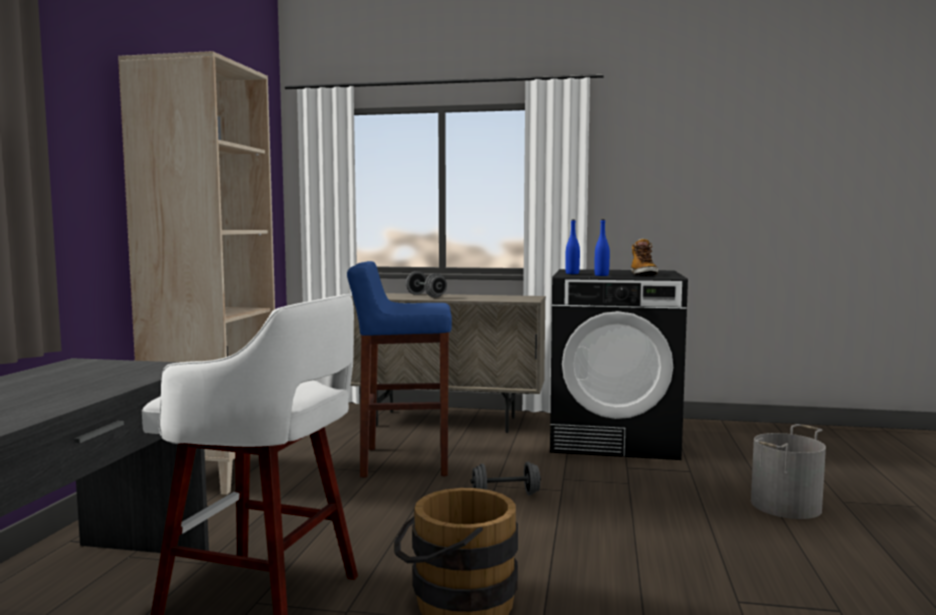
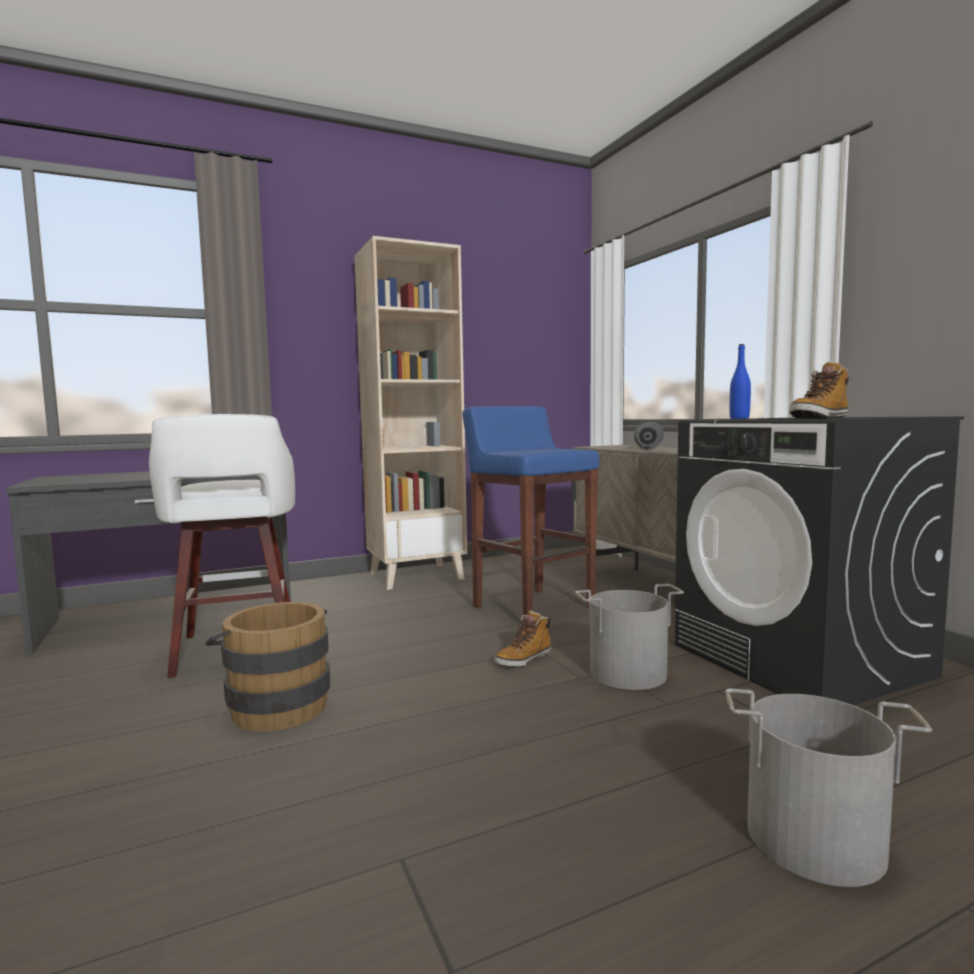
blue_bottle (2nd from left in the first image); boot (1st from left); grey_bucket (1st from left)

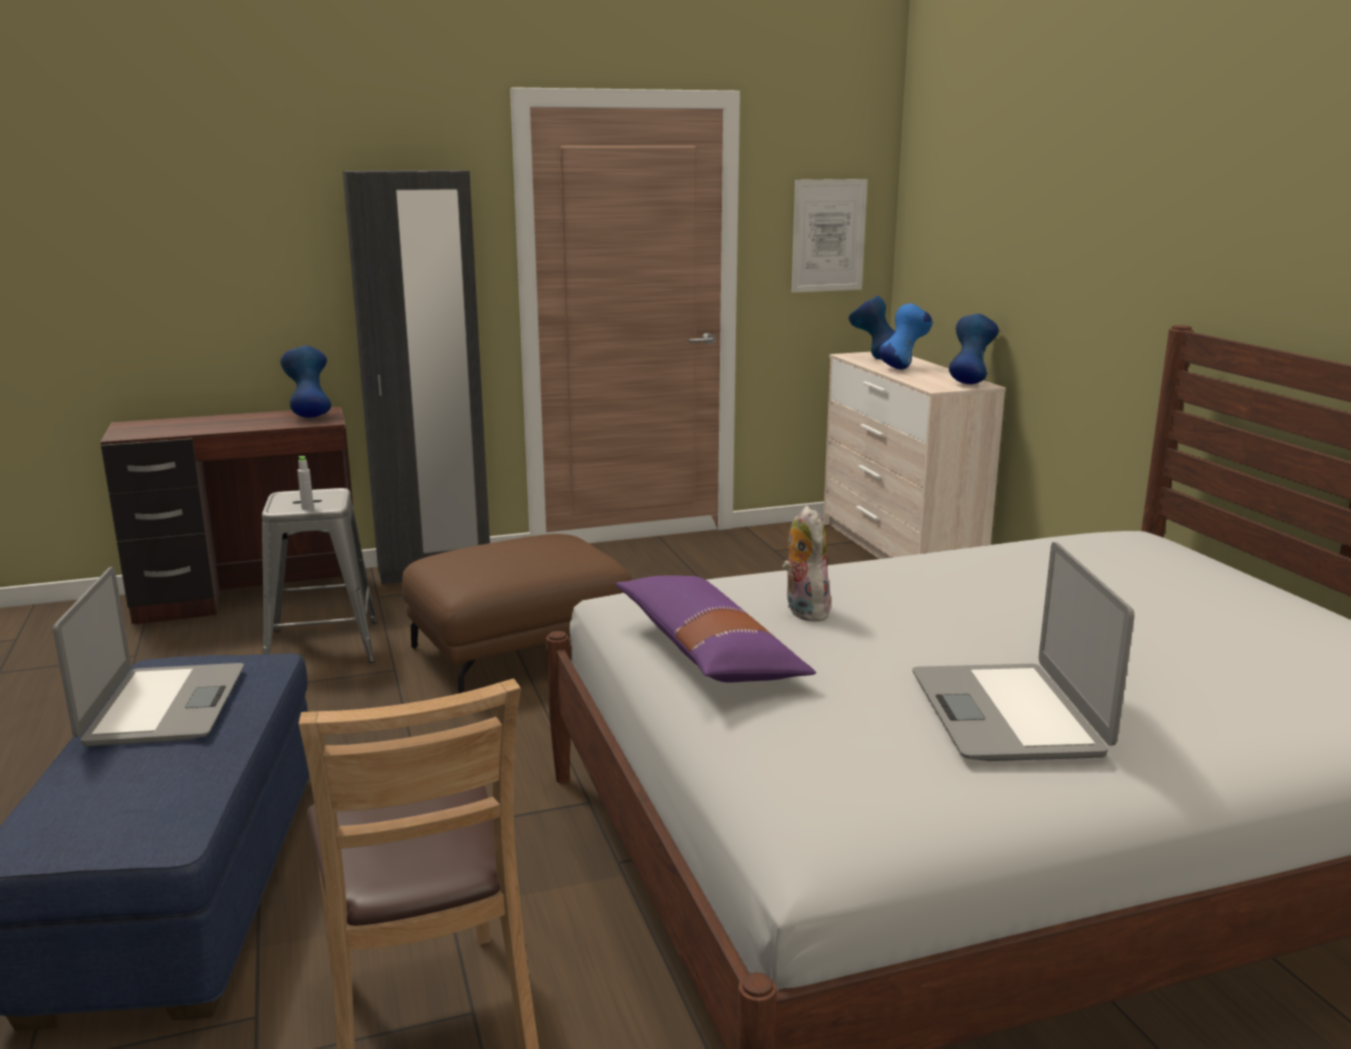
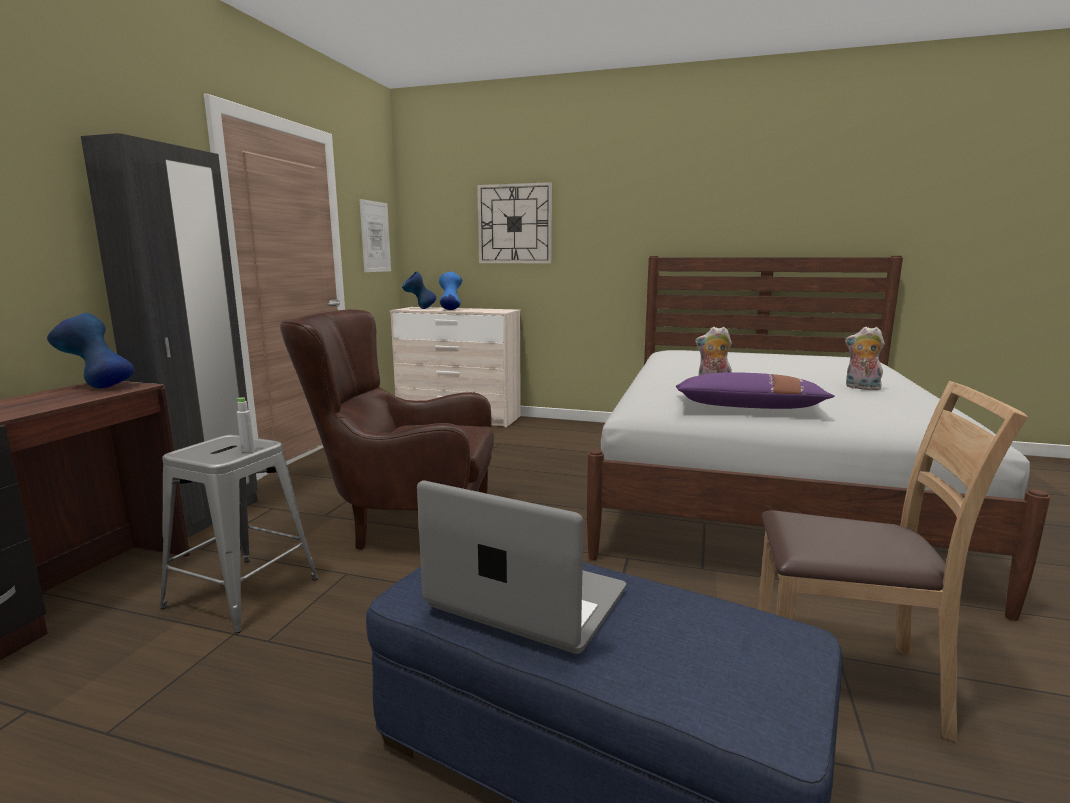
blue_vase (4th from left in the first image); brown_armchair; plush_toy (2nd from left); wall_clock

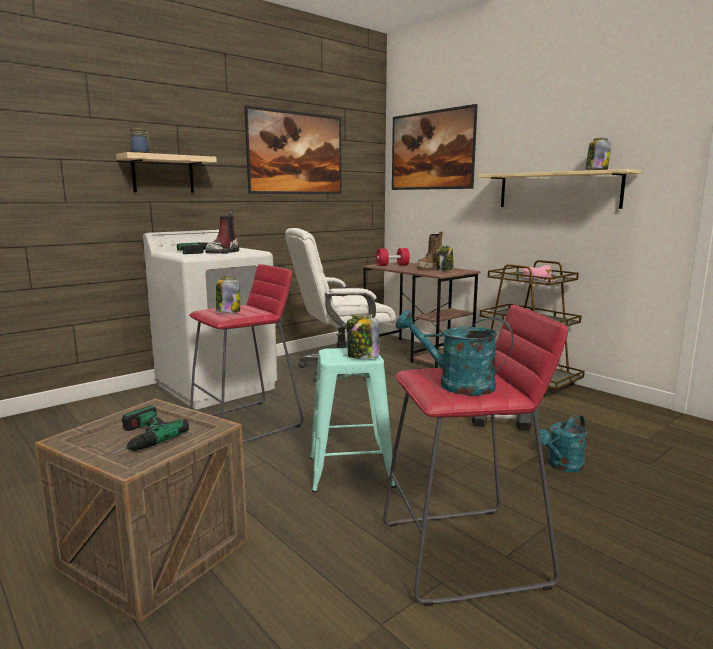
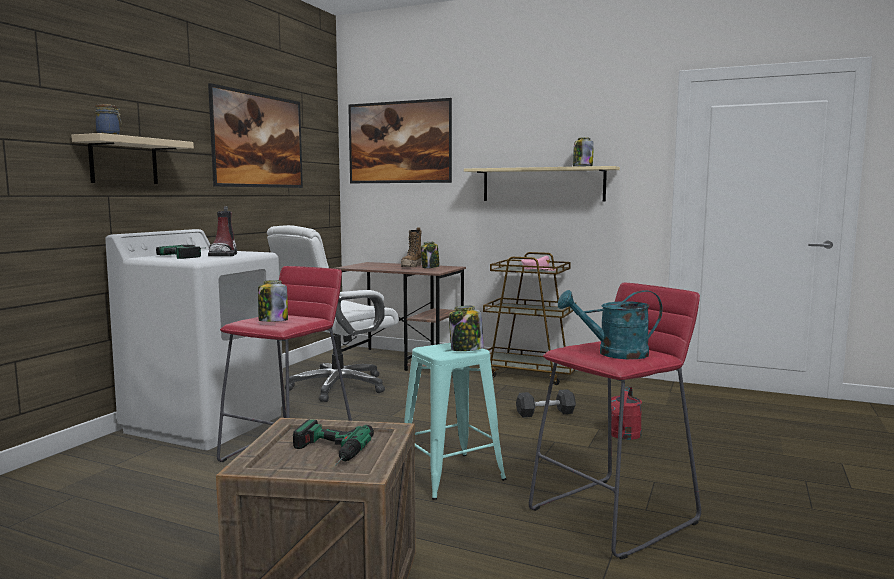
red_dumbbell; red_watering_can

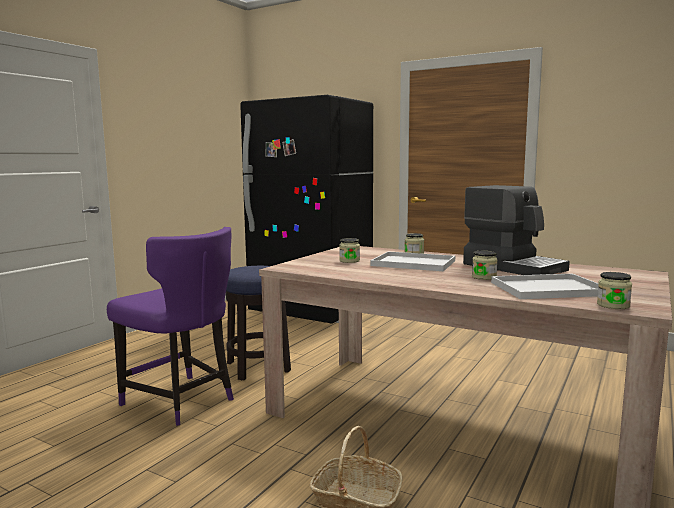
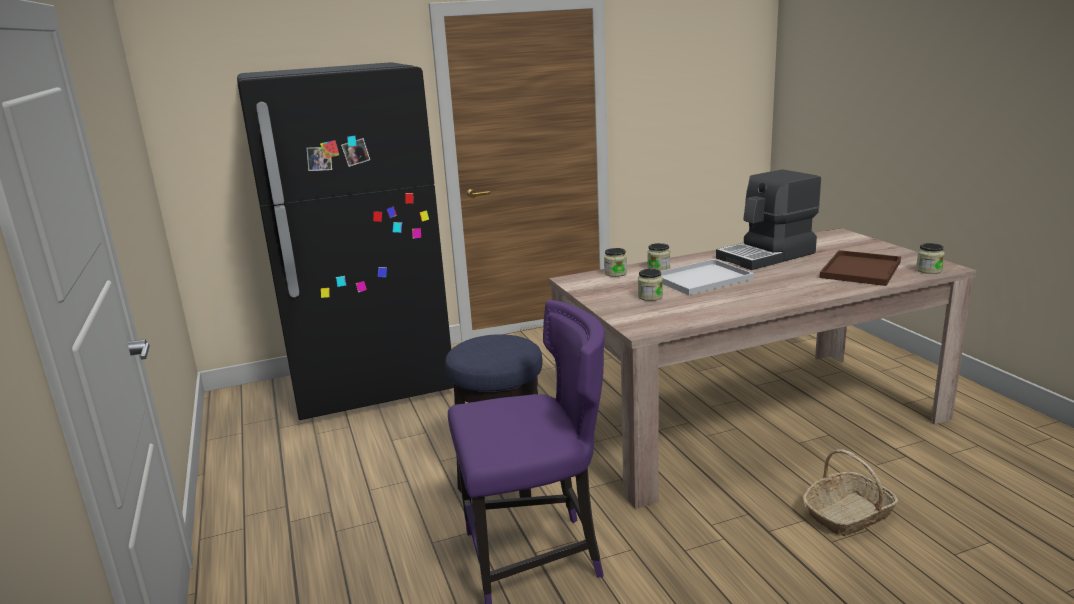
coffee_machine; jar (1st from left); brown_tray

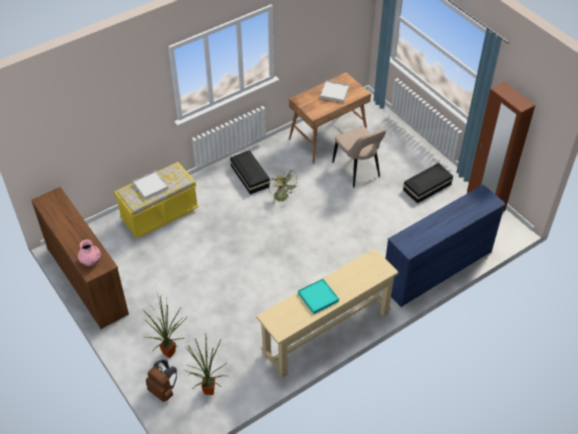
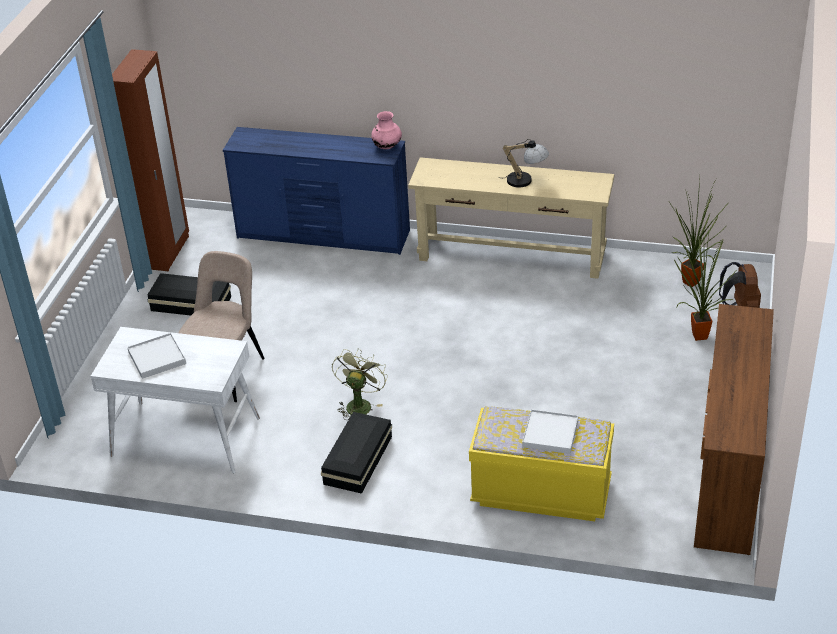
white_desk; pink_vase; table_lamp

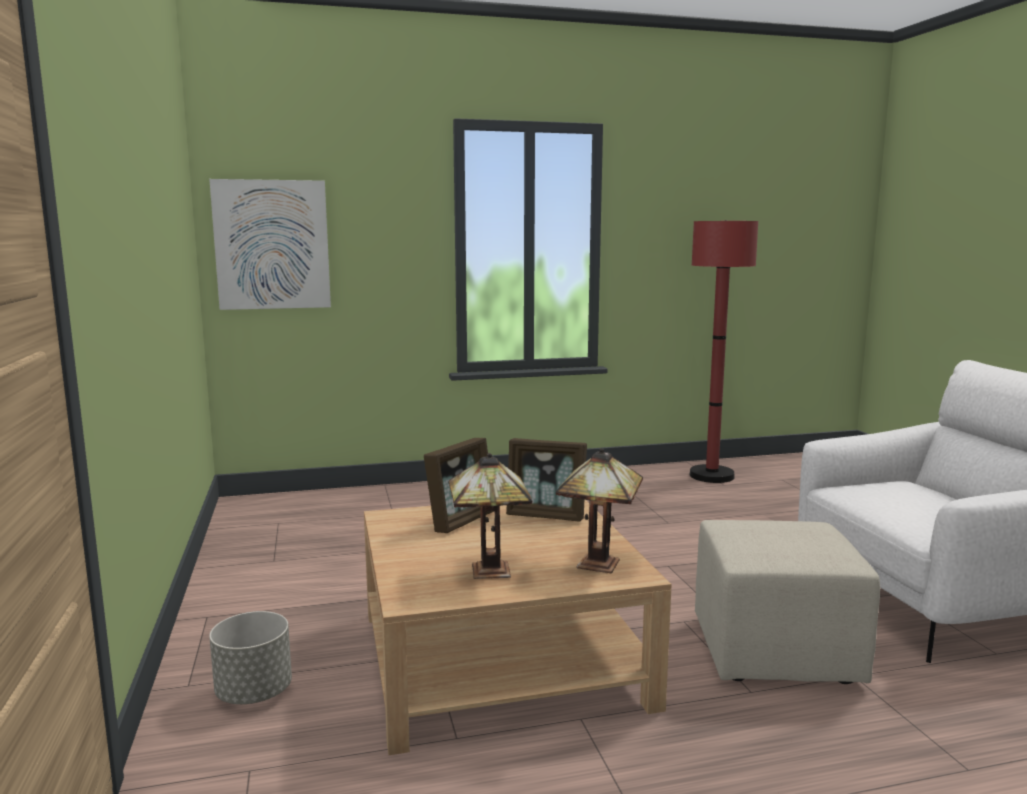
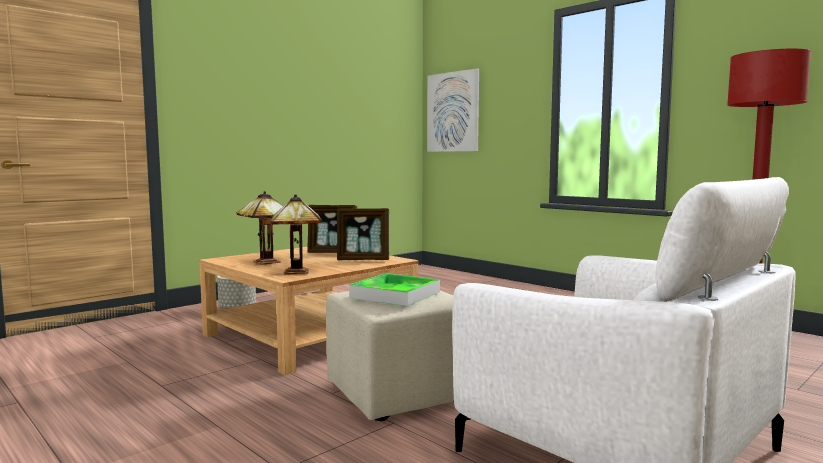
picture_frame (2nd from left); tray

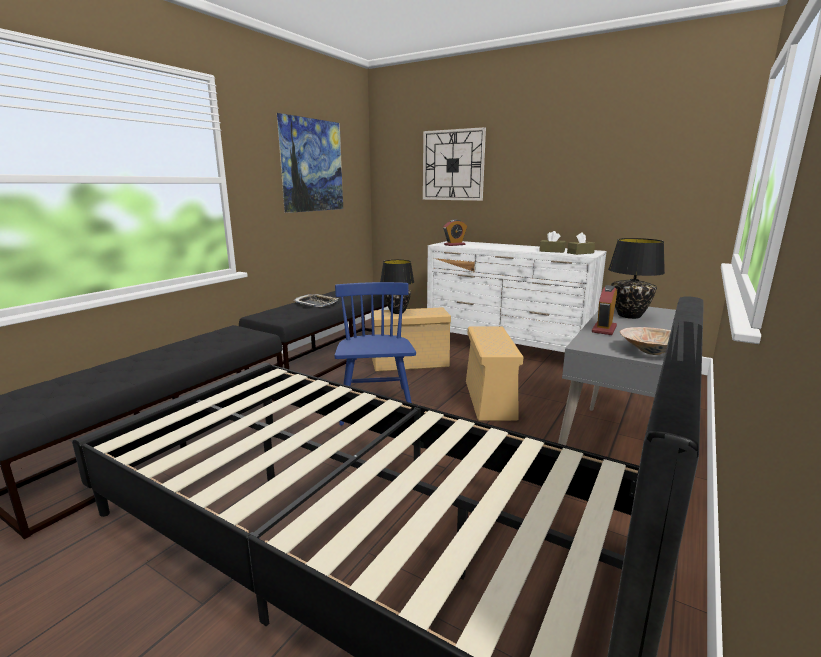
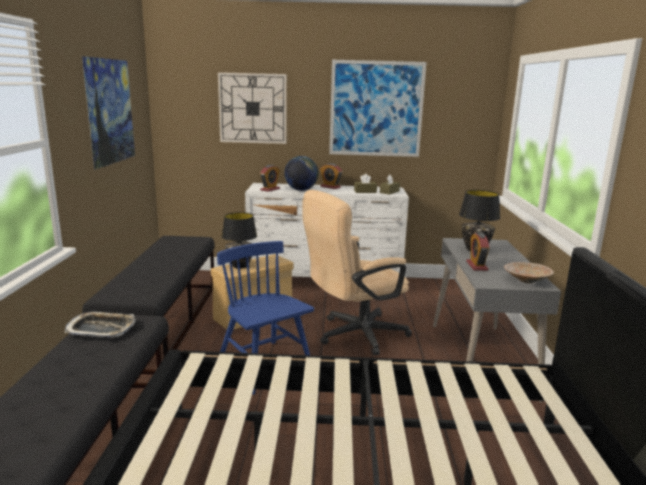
tray; beige_office_chair; picture (2nd from left); globe; alarm_clock (2nd from left)

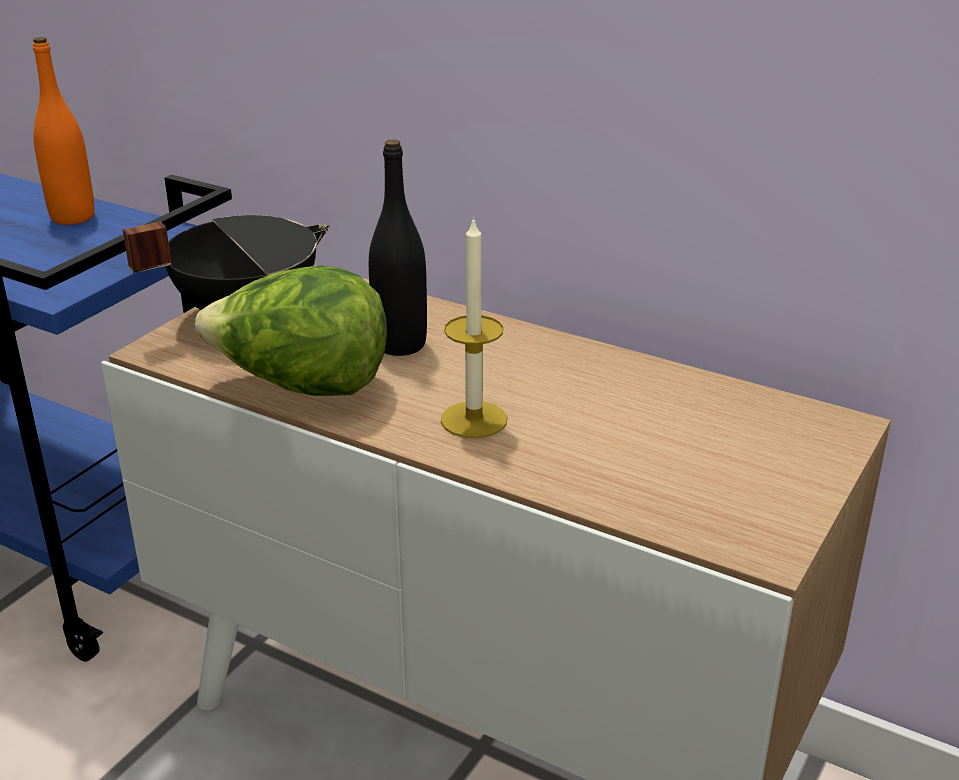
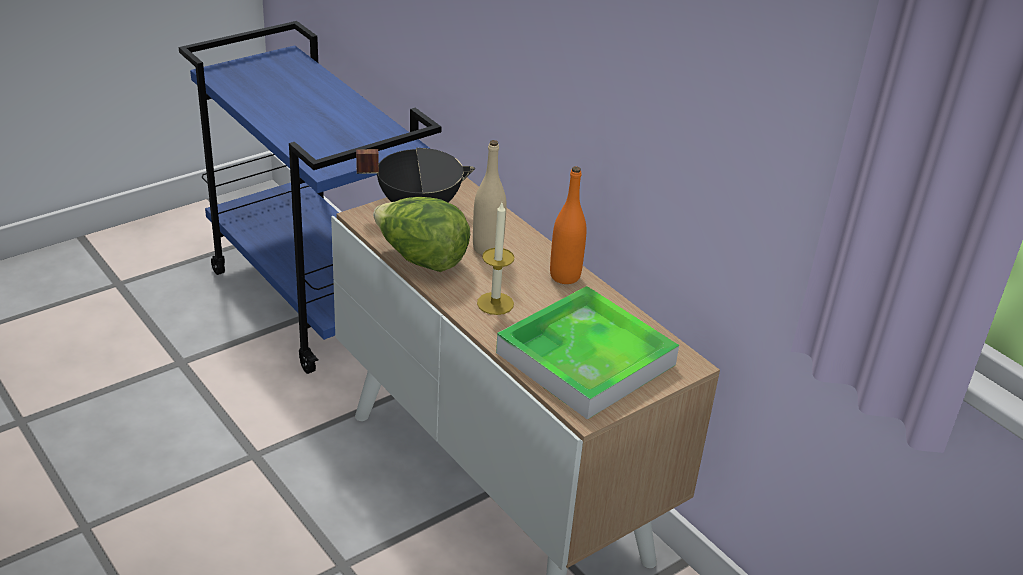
orange_bottle; beige_bottle; tray

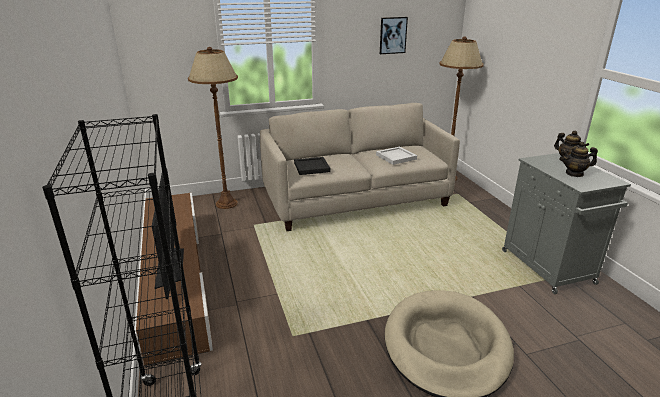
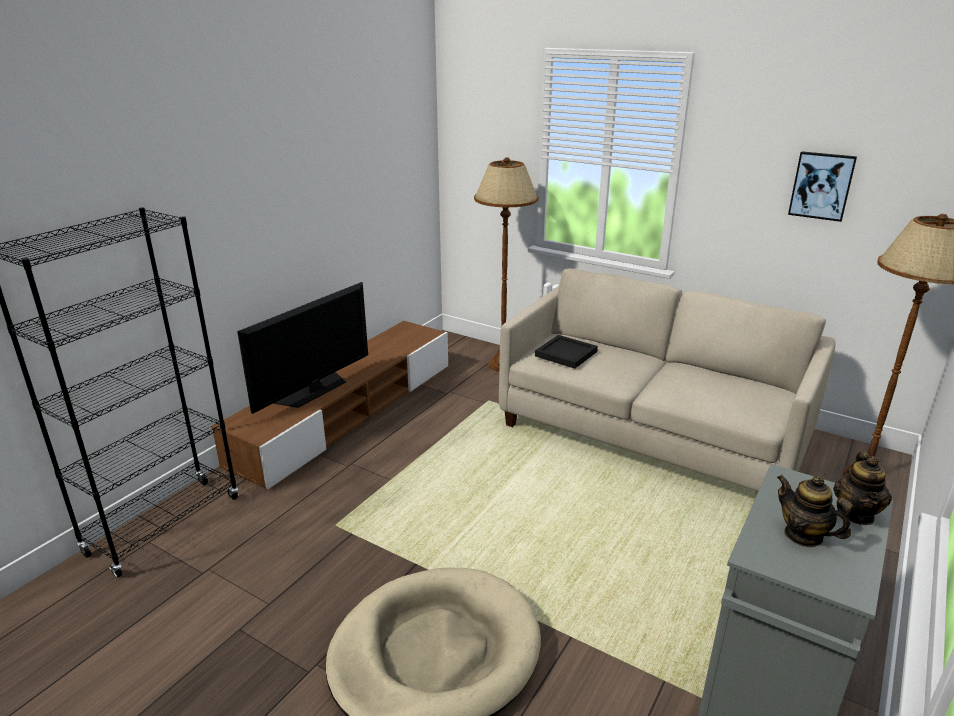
white_tray

